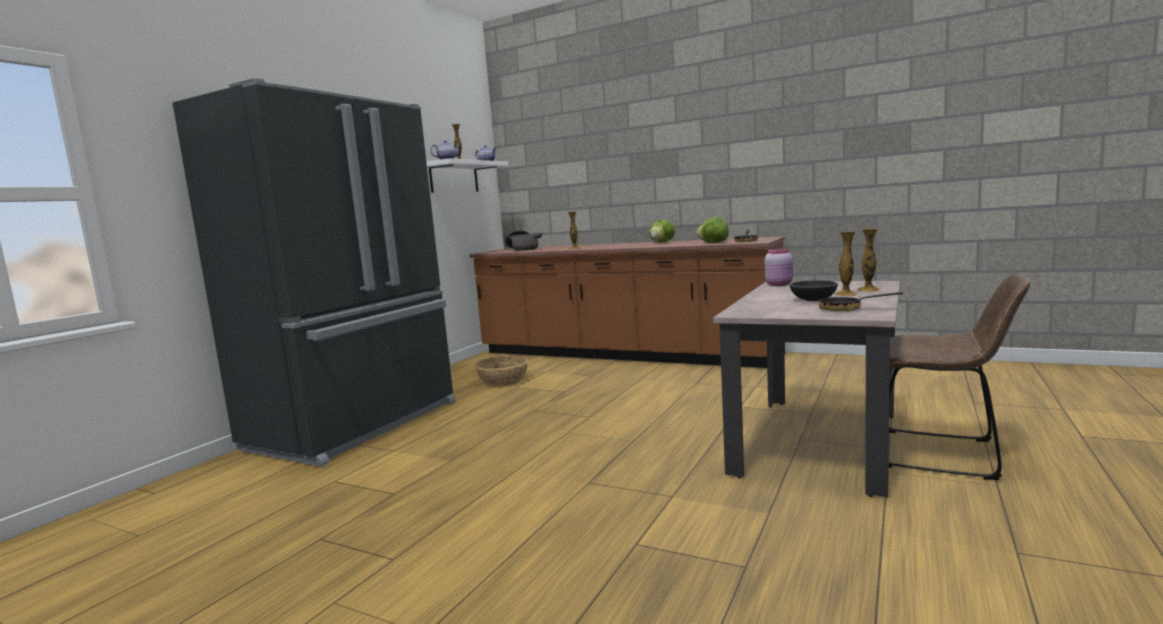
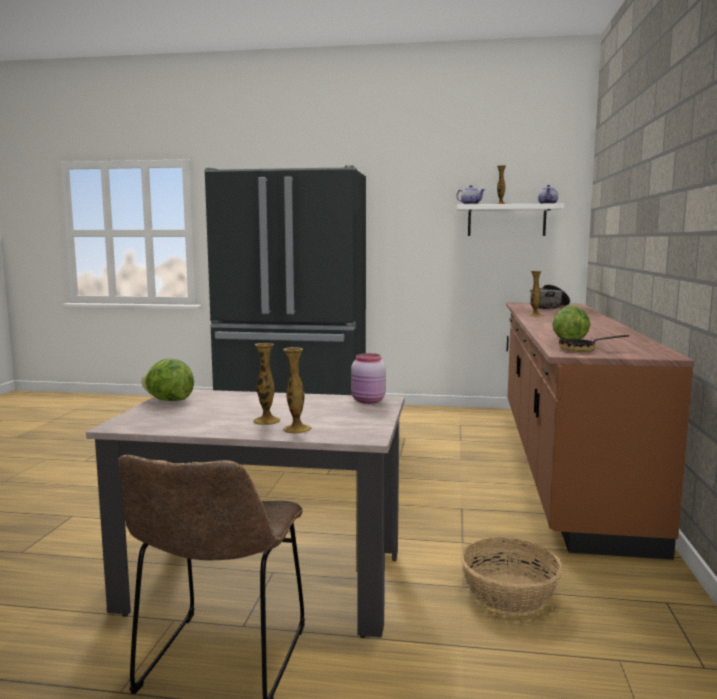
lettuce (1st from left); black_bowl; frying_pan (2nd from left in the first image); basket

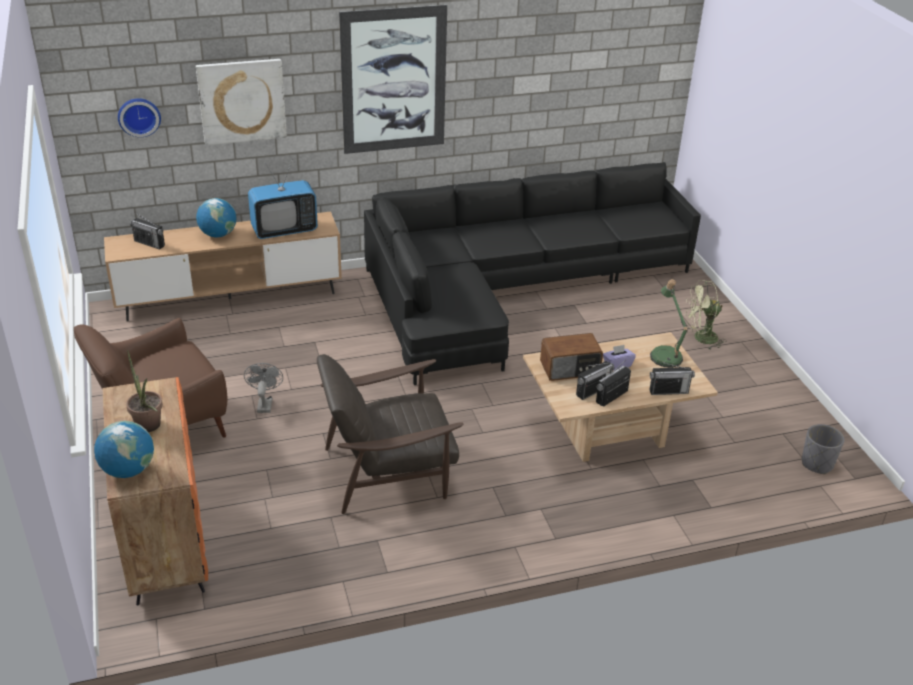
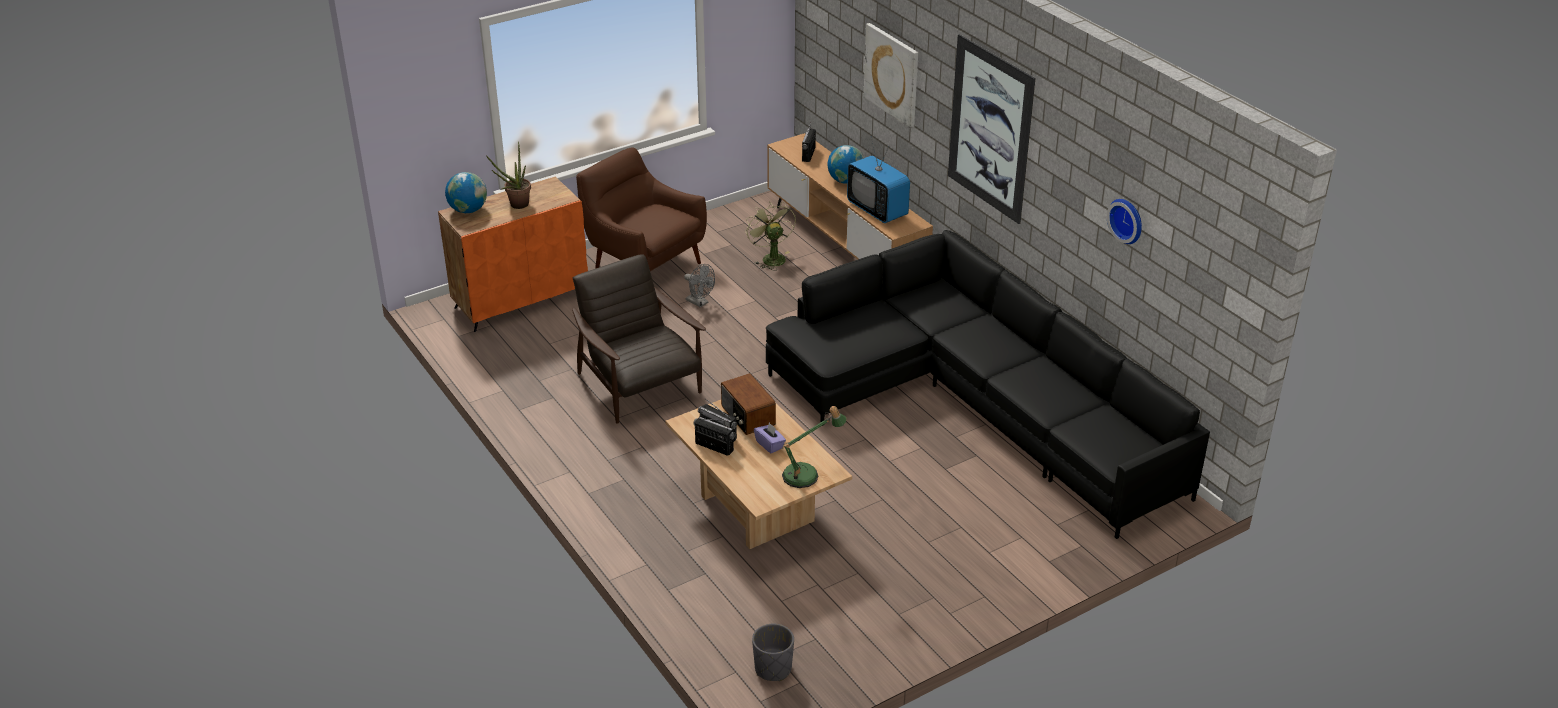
wall_clock; green_fan; radio (5th from left in the first image); grey_fan

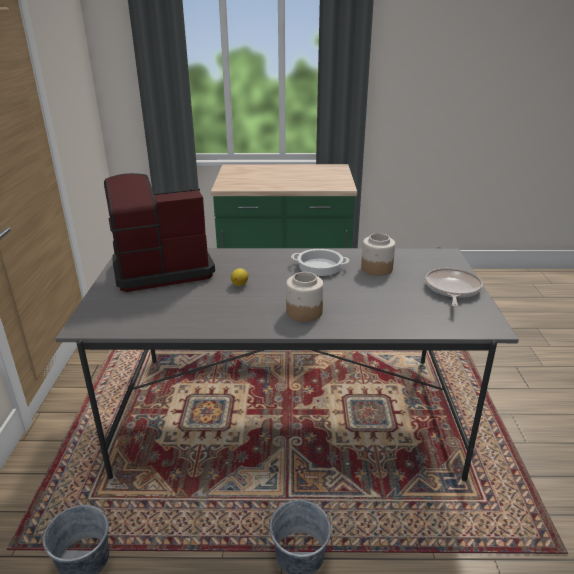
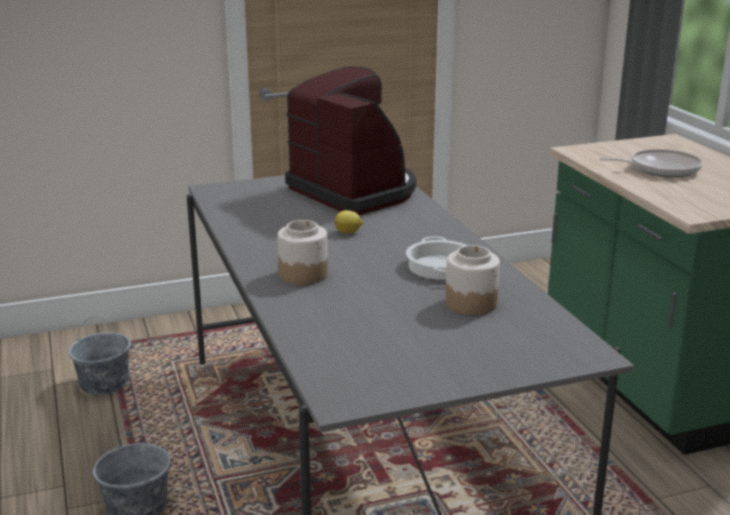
frying_pan

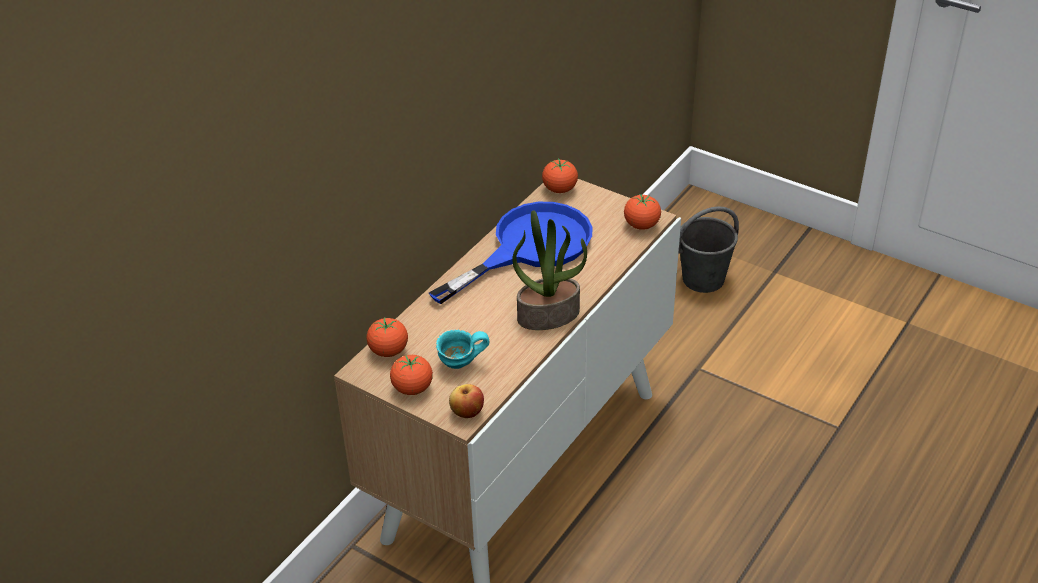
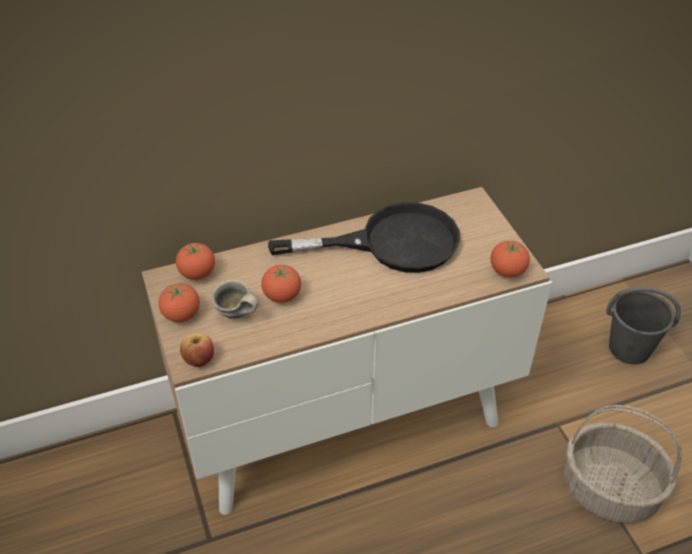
tomato (3rd from left); black_frying_pan; potted_plant; grey_mug; basket

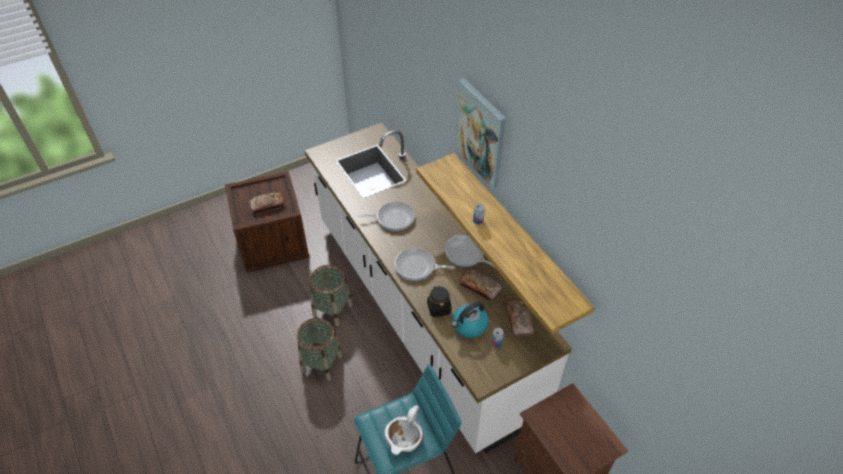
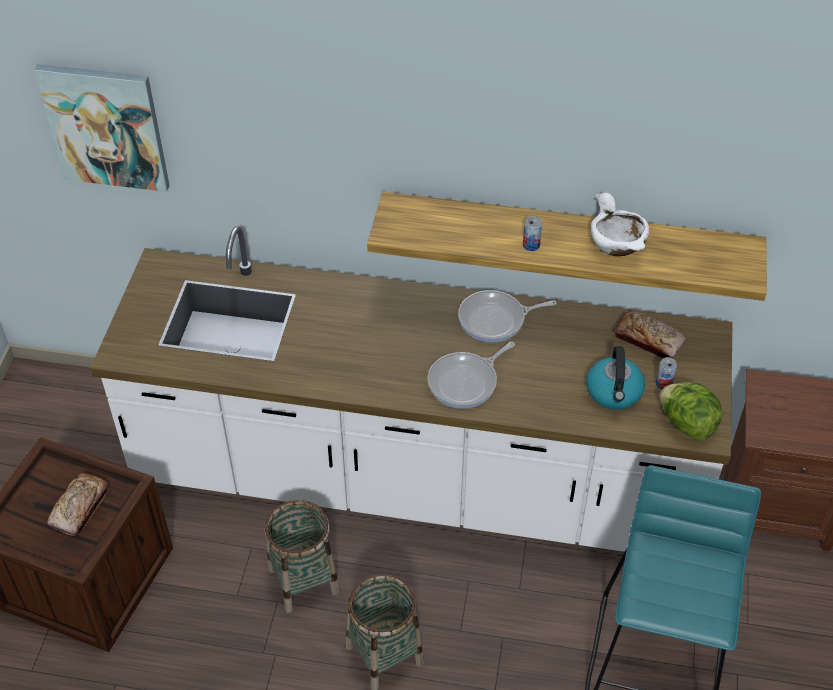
picture; frying_pan (1st from left in the first image); bread (2nd from left in the first image); black_jar; white_bowl; lettuce

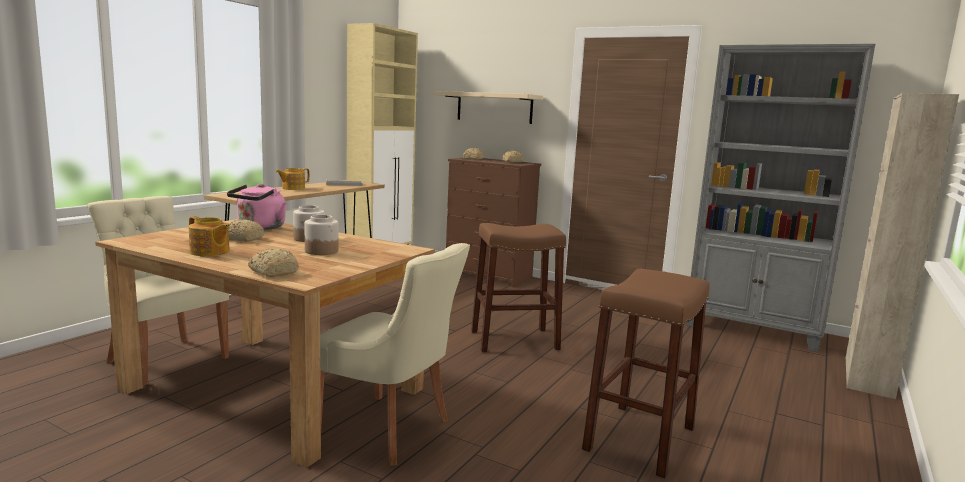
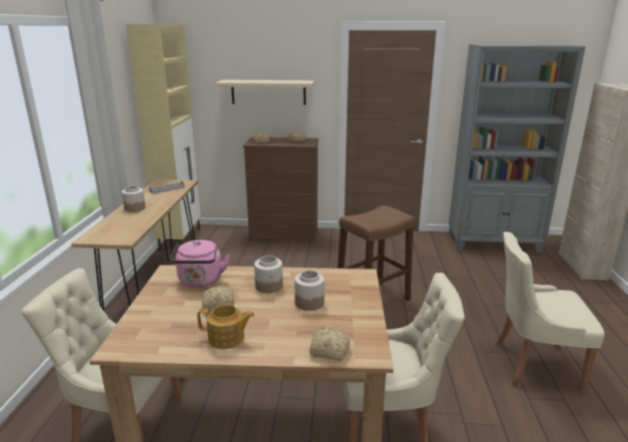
jar (1st from left); beige_chair (3rd from left)

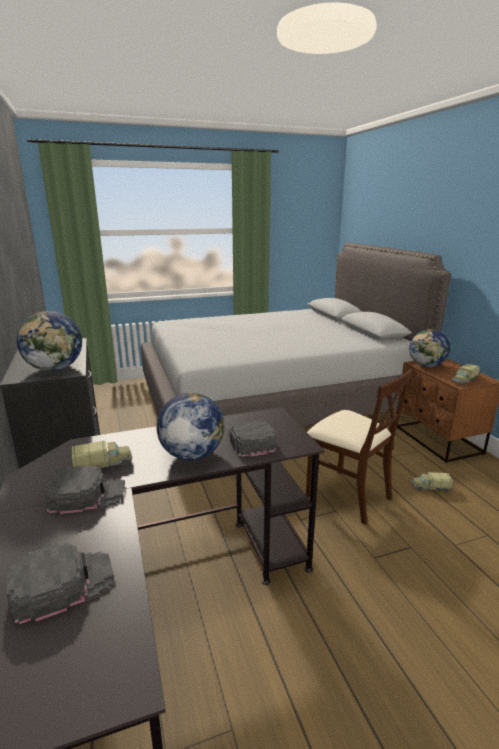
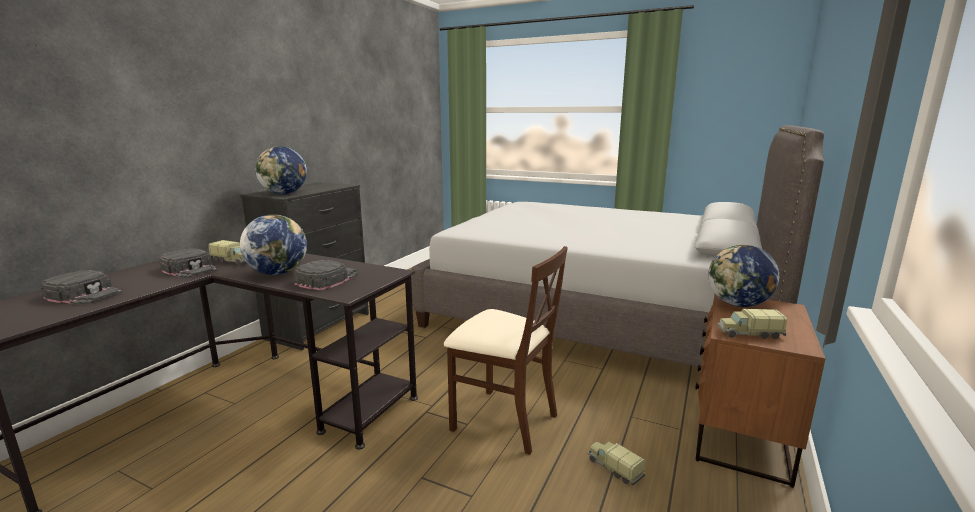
beige_chair

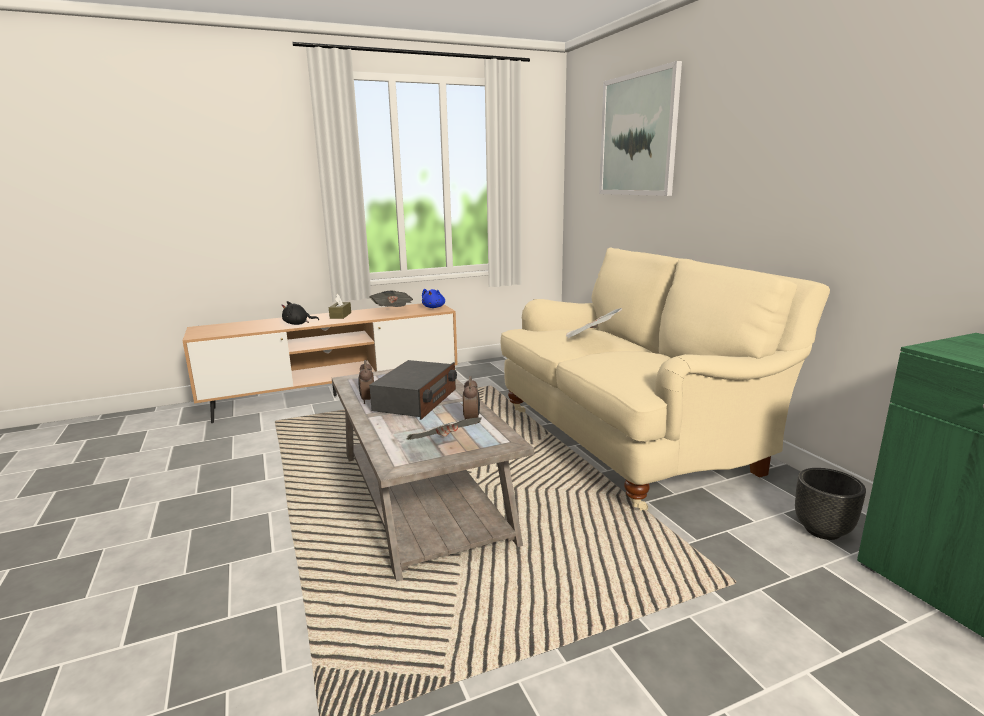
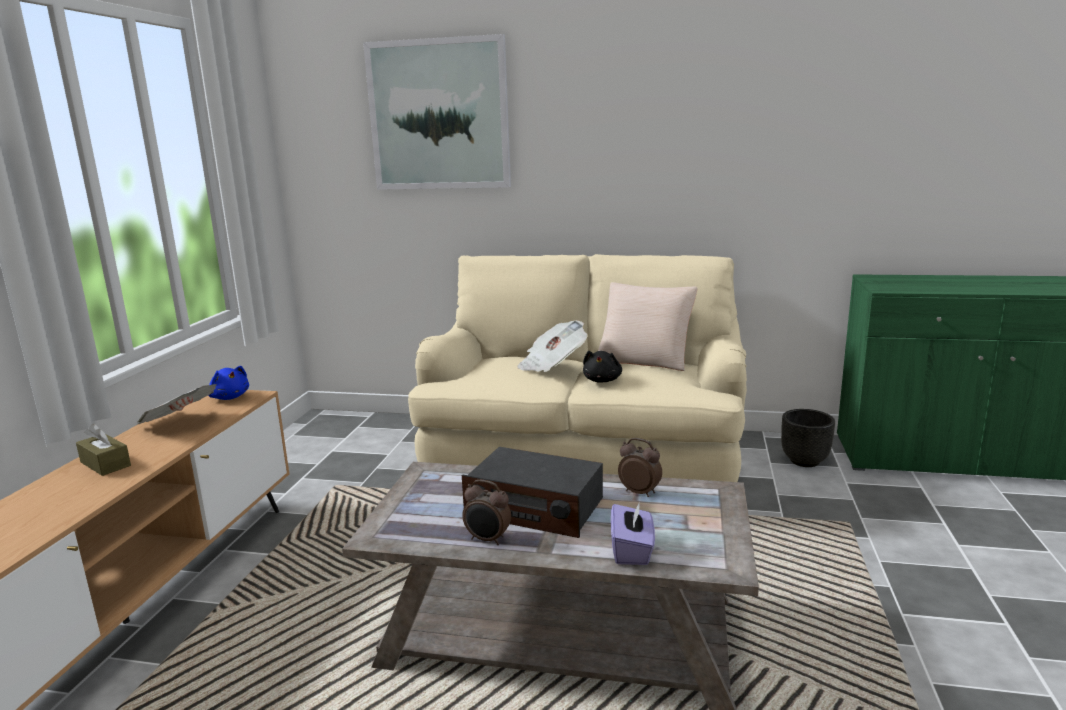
black_plush_toy; radio; newspaper (2nd from left in the first image); beige_pillow; purple_tissue_box

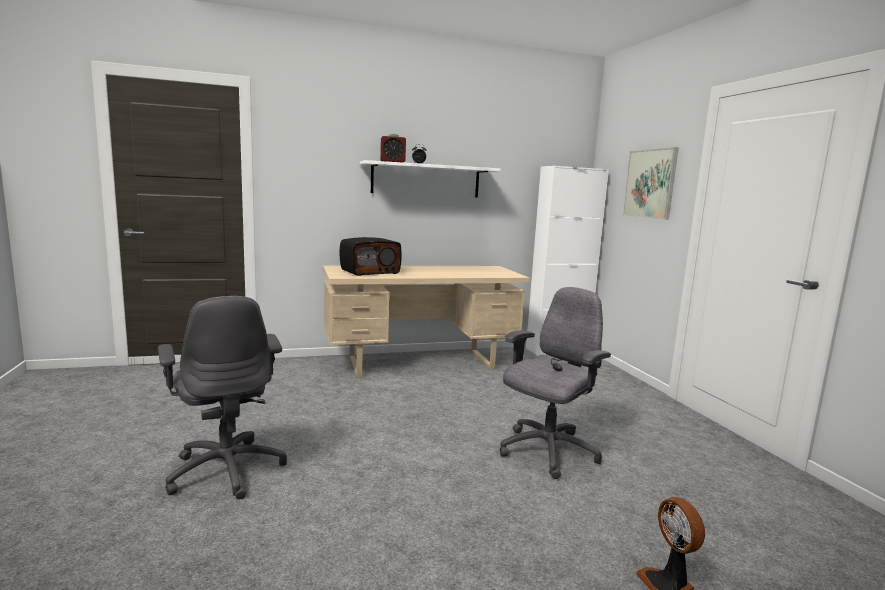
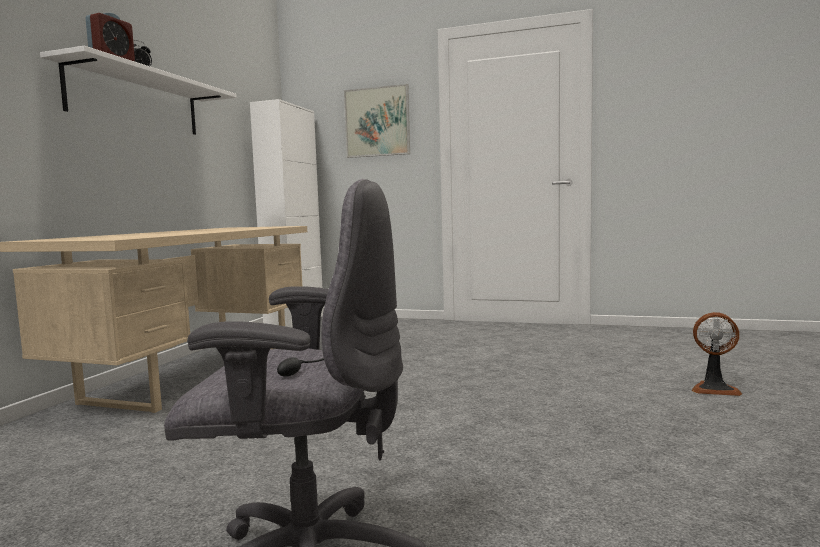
radio; grey_office_chair (2nd from left in the first image)

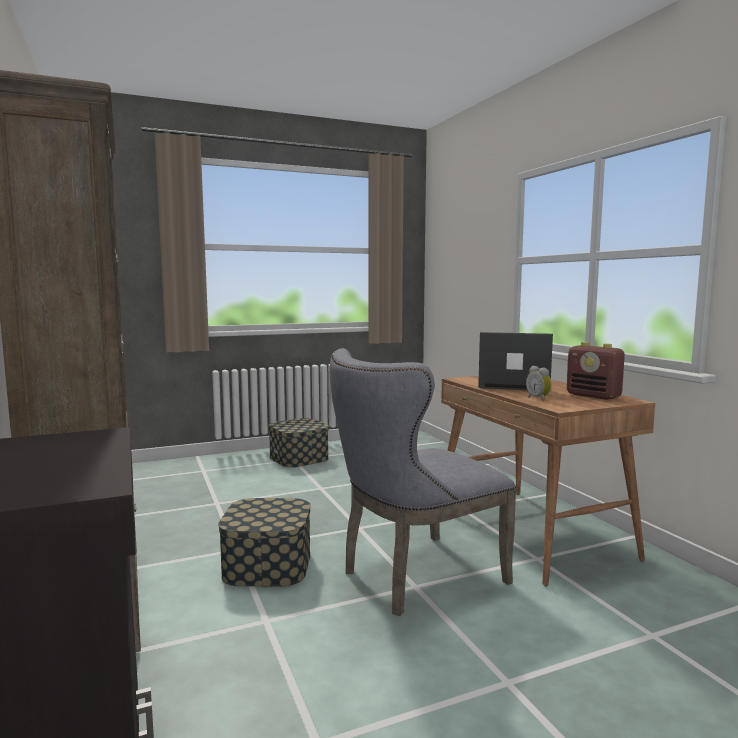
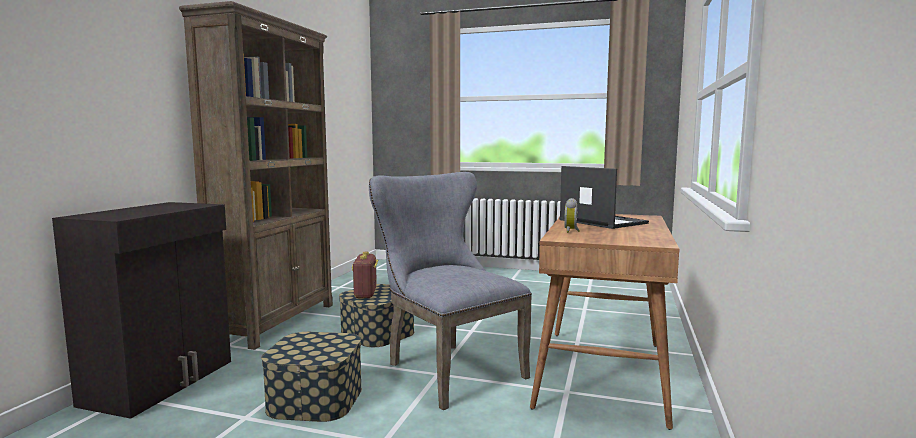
radio; grey_chair; storage_box (1st from left)

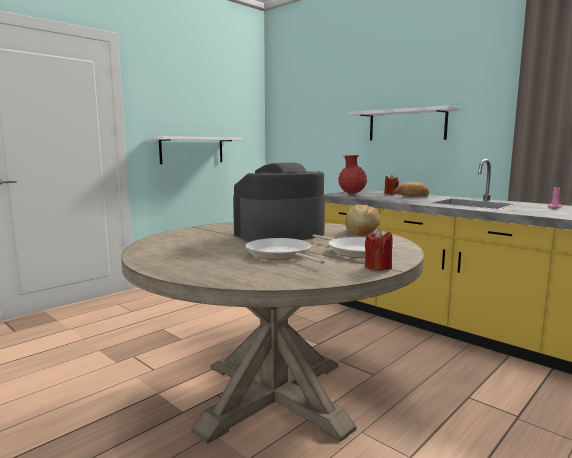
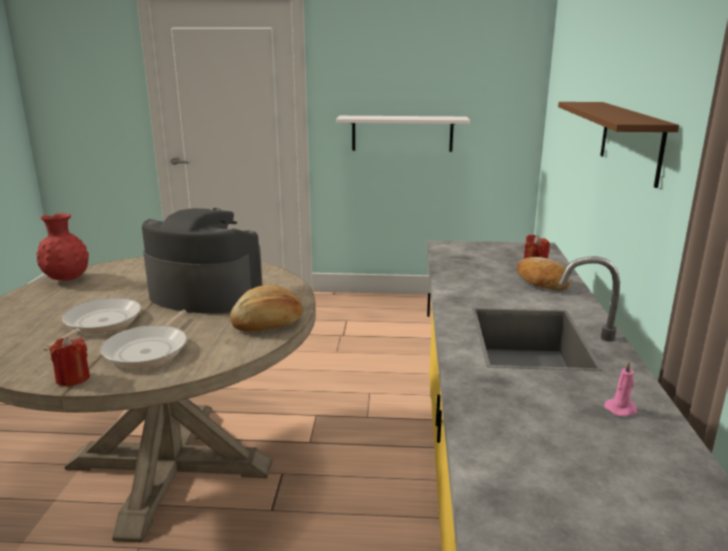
brown_shelf; red_vase

